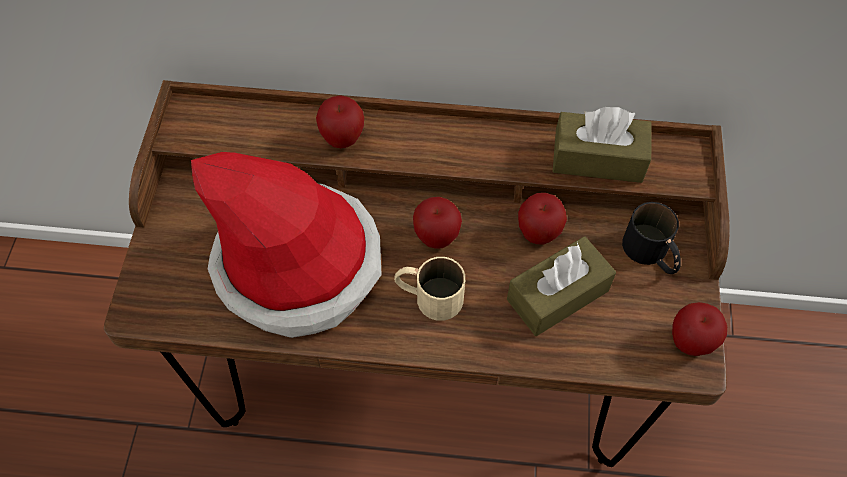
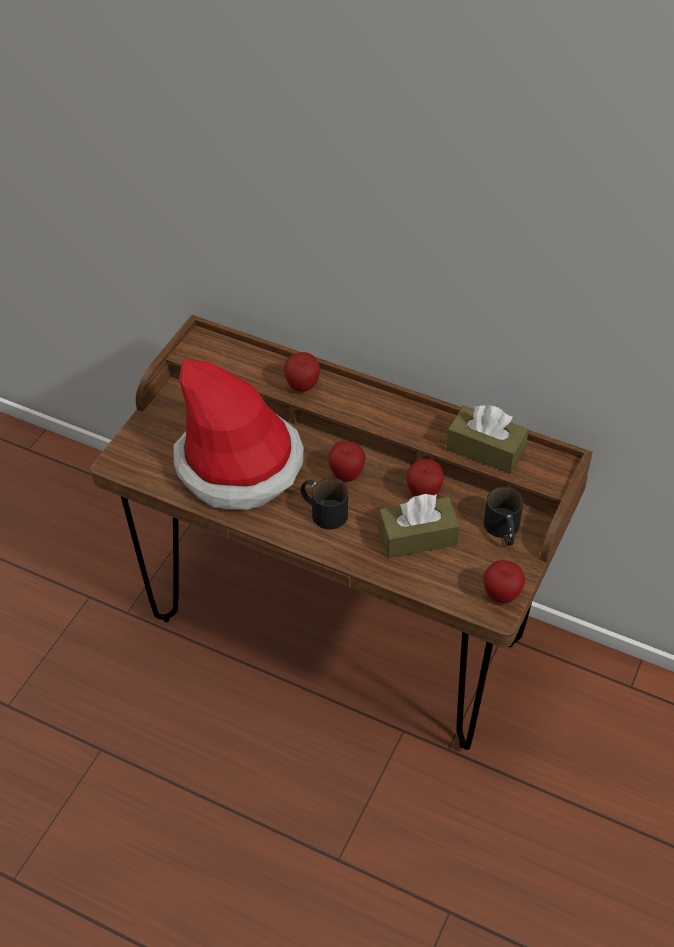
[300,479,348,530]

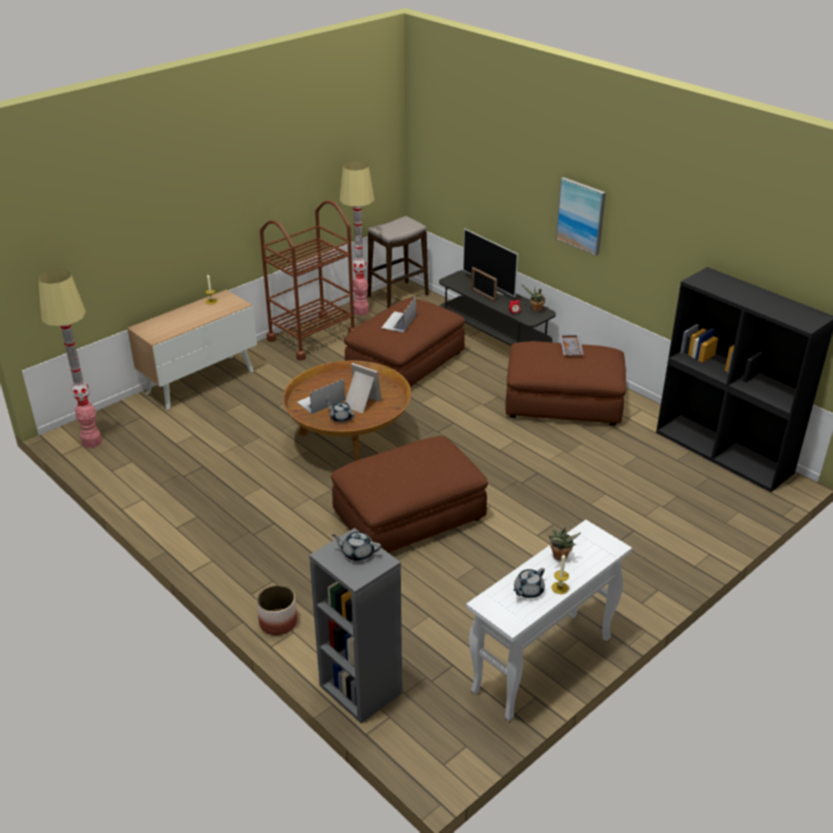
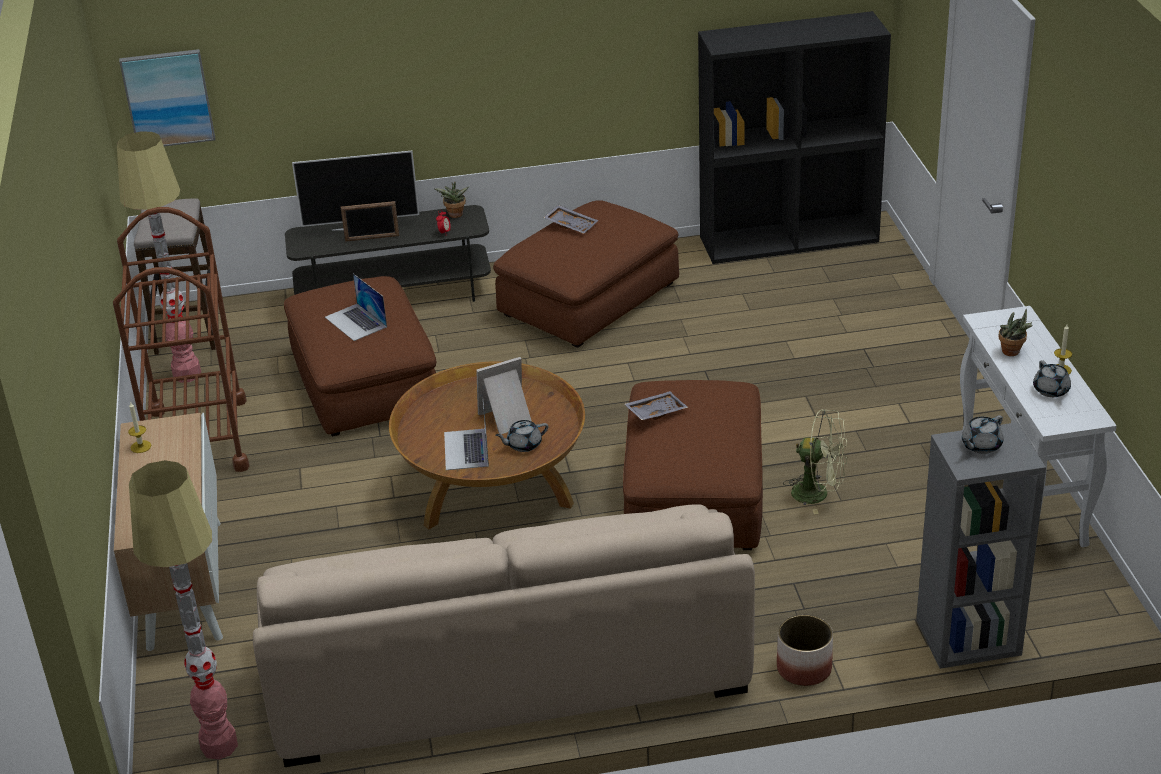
[253,504,755,767]
[624,391,688,420]
[783,409,847,514]
[119,49,215,146]

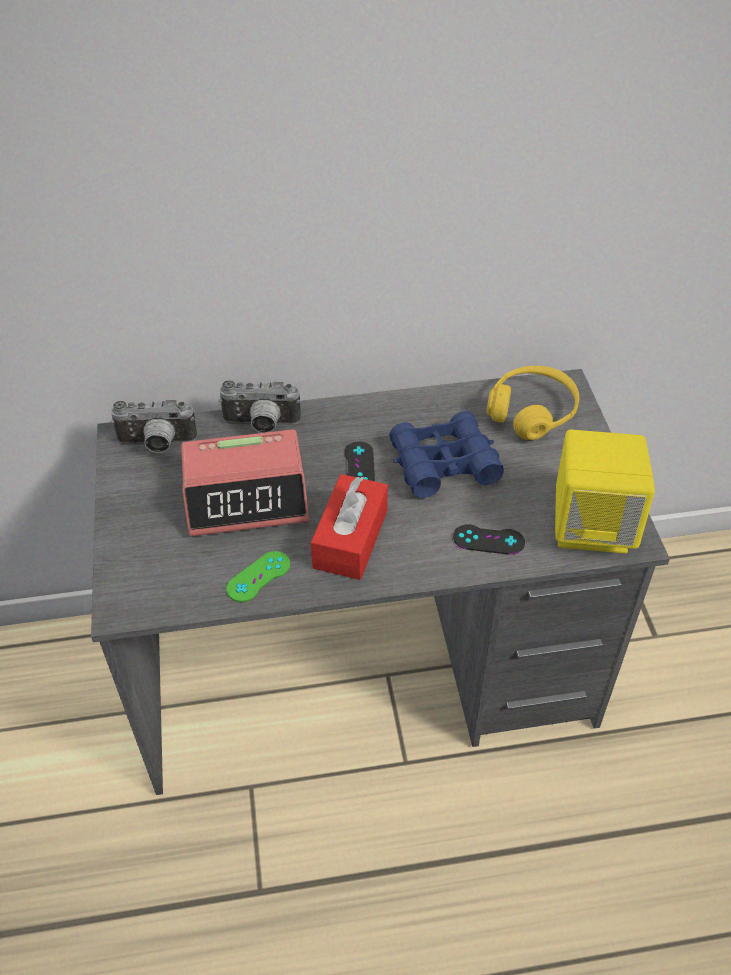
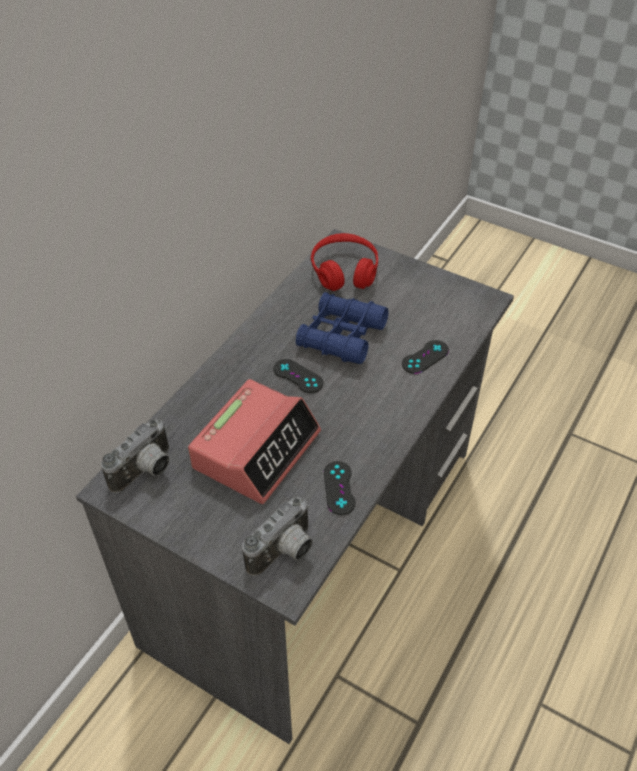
[311,474,388,580] (first image)
[555,430,655,553] (first image)
[242,497,313,576]
[324,461,356,515]
[311,233,378,291]

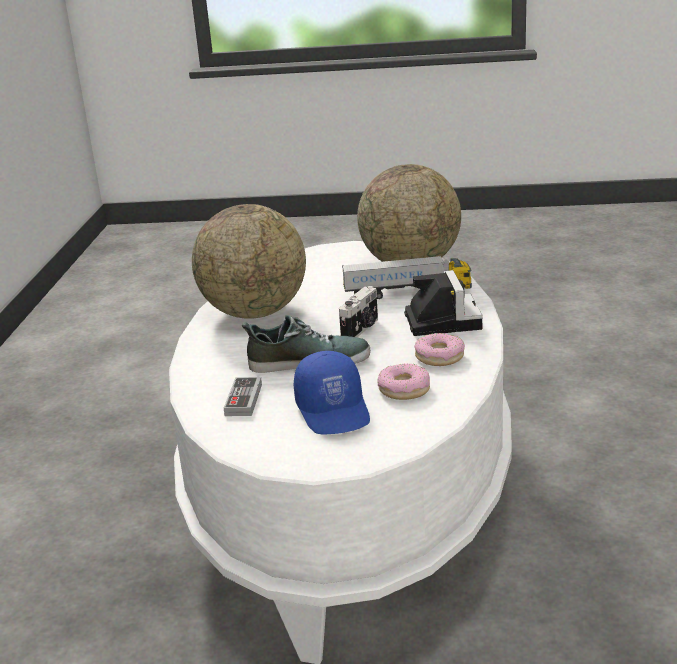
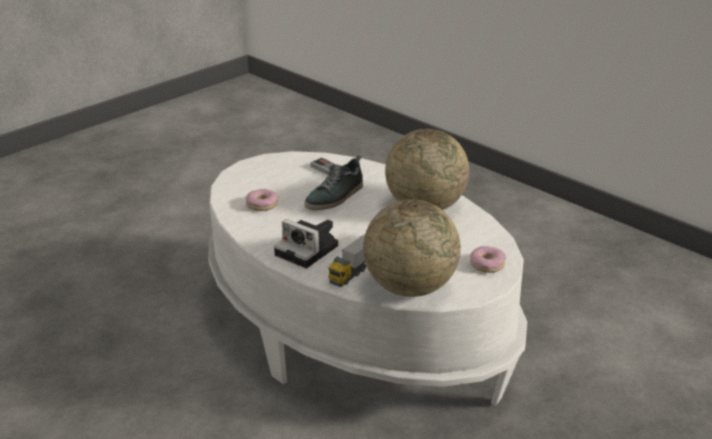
[294,351,370,435] (first image)
[339,286,378,337] (first image)
[470,246,506,273]

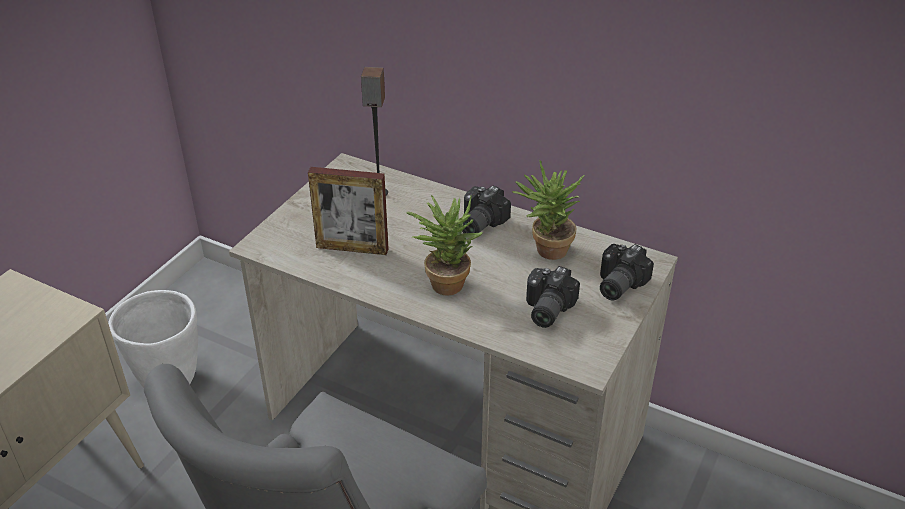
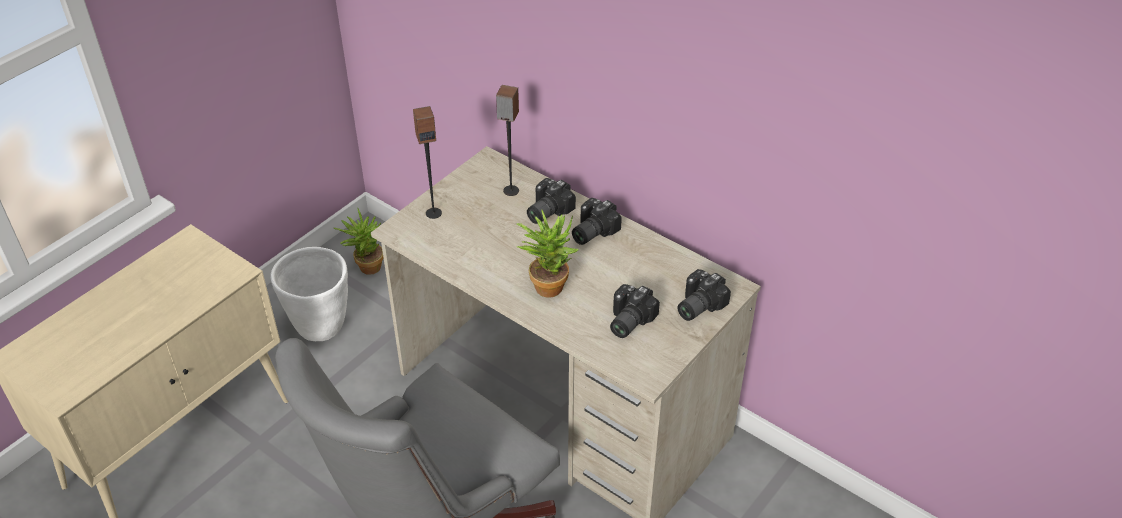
[308,167,389,255] (first image)
[413,106,442,219]
[527,178,576,224]
[334,208,383,275]

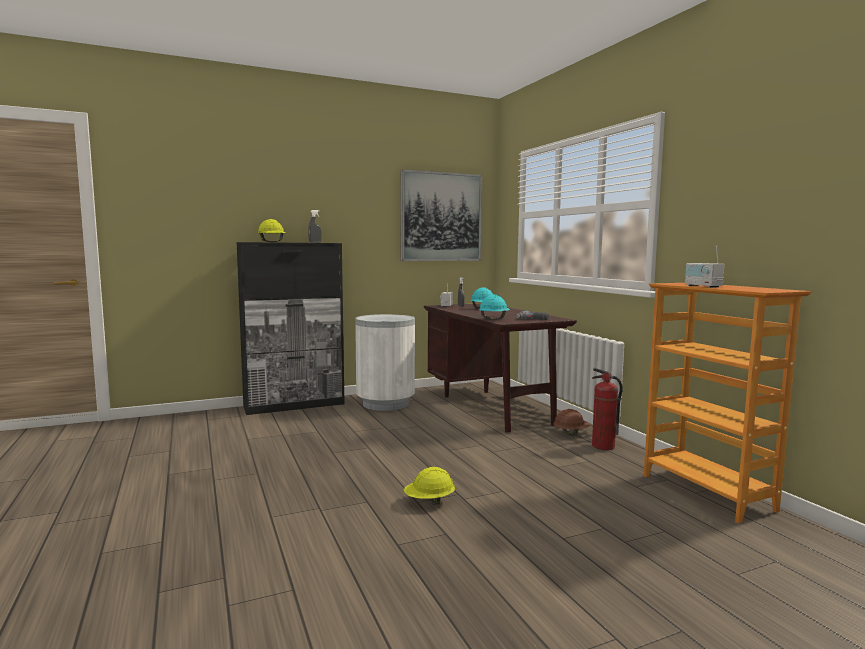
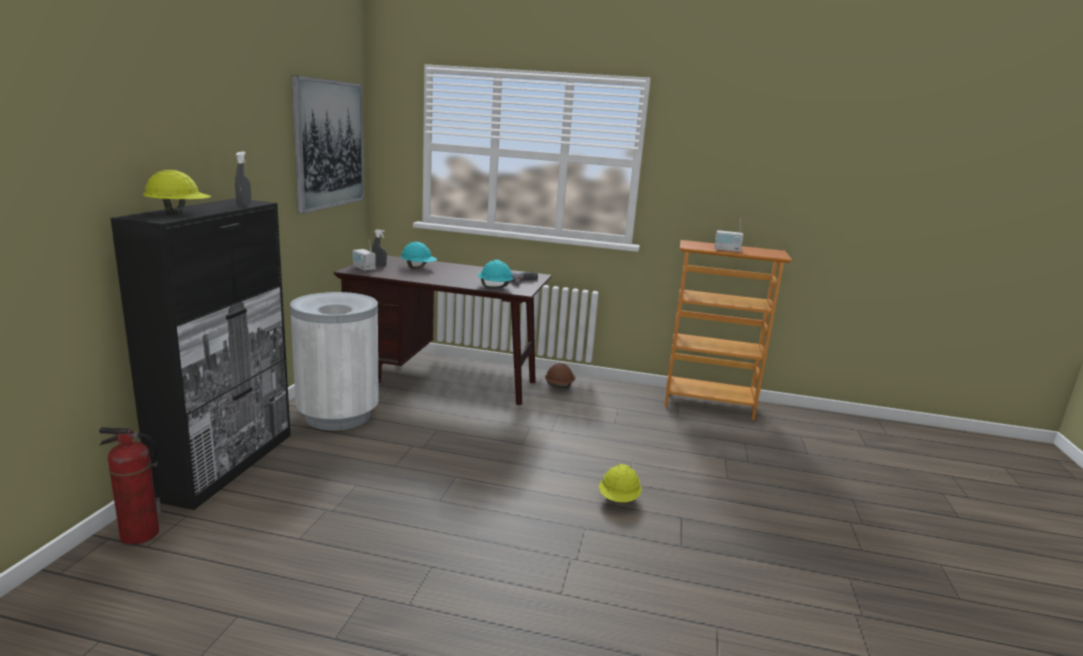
[99,427,162,545]

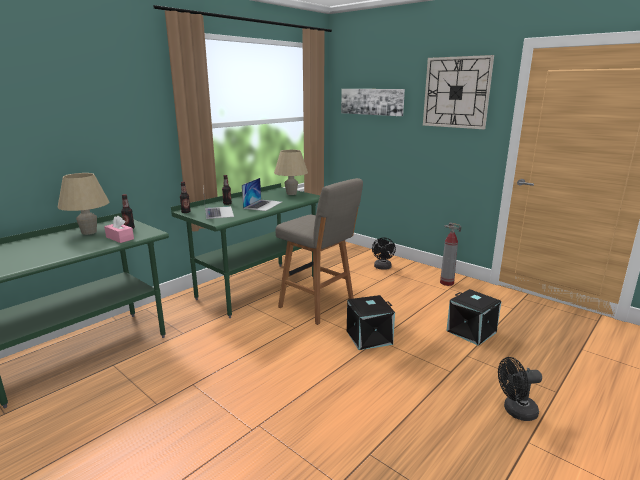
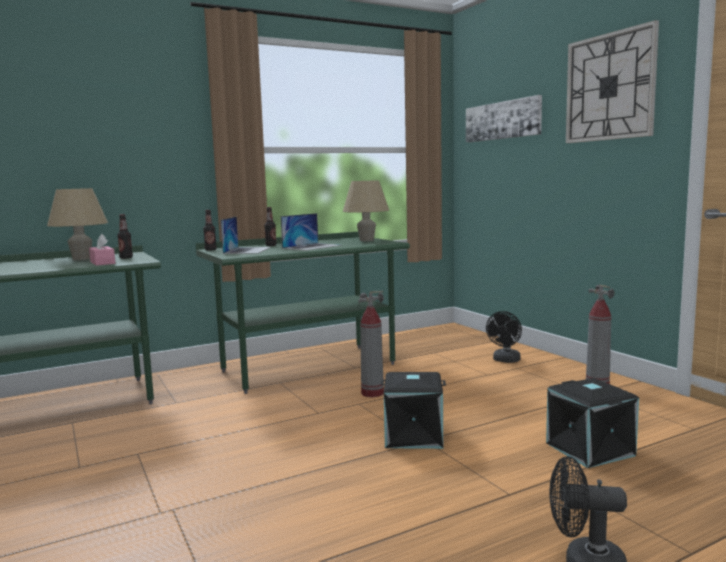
[358,291,384,397]

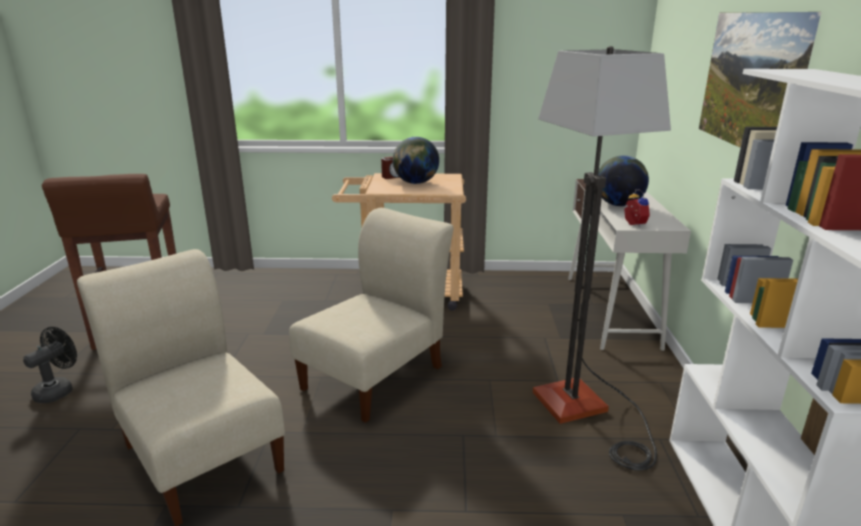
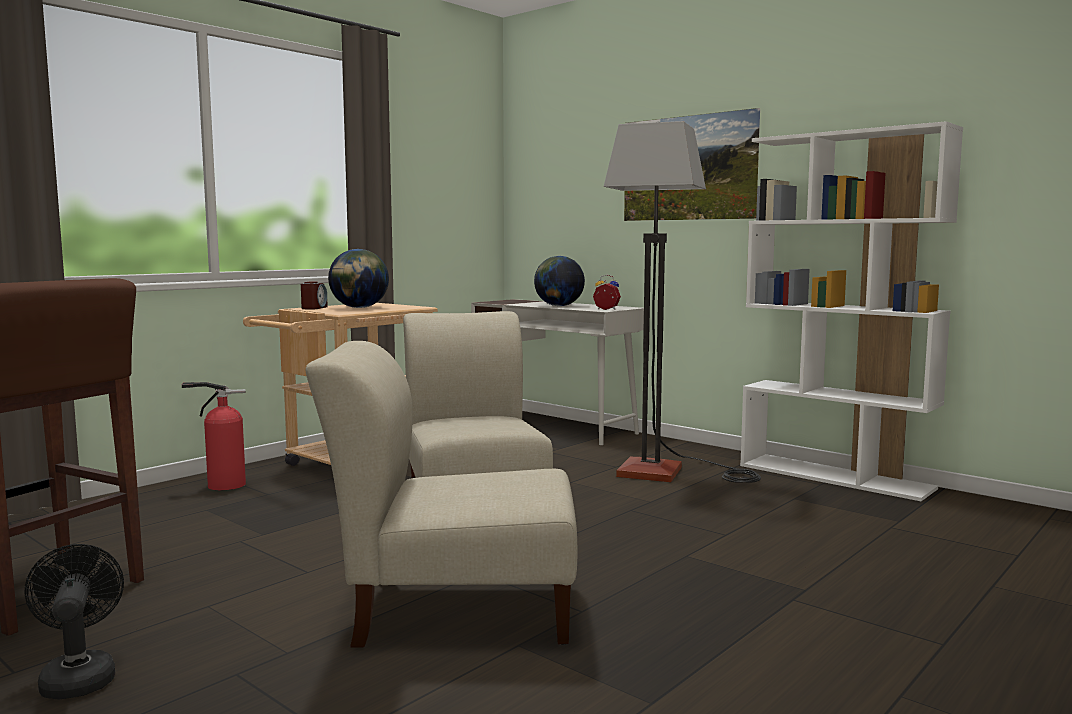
[182,382,246,490]

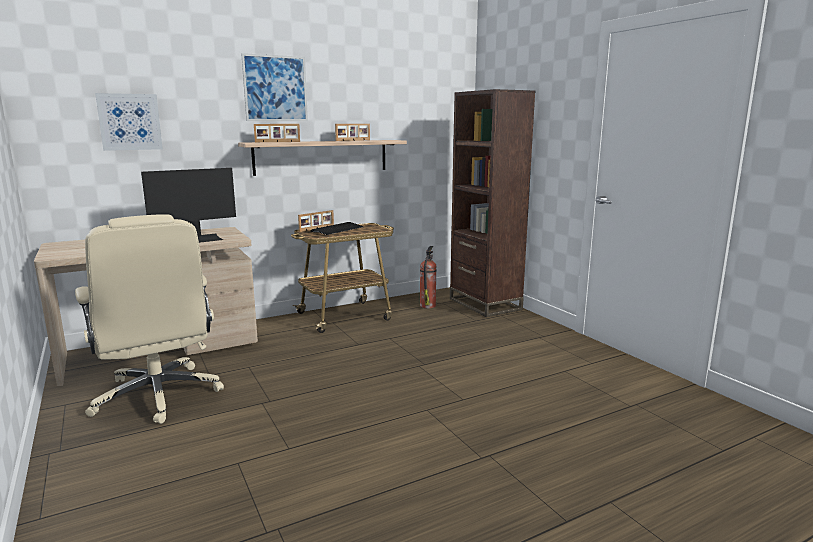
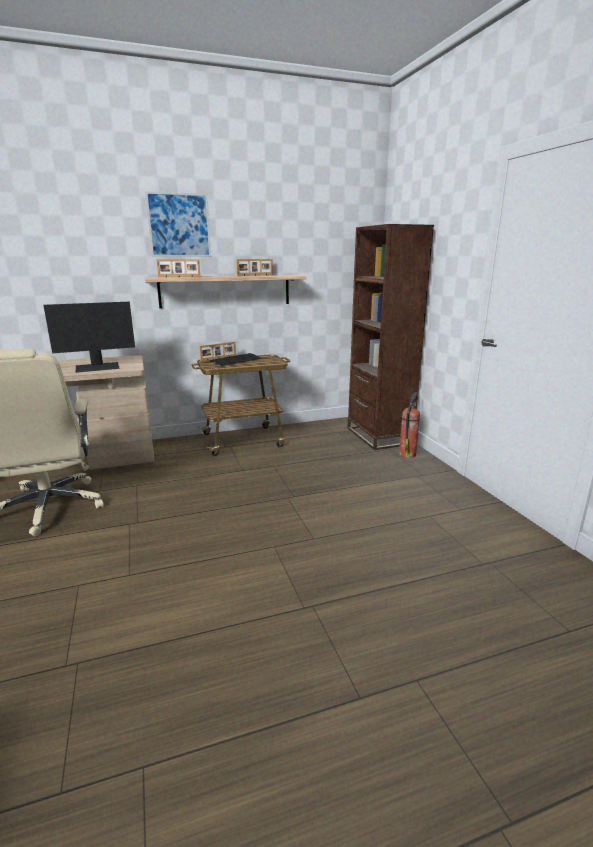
[95,93,163,151] (first image)
[399,392,420,458]

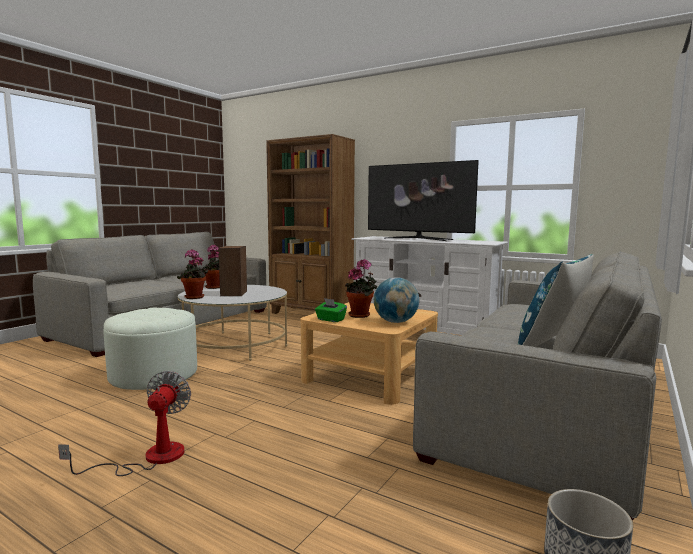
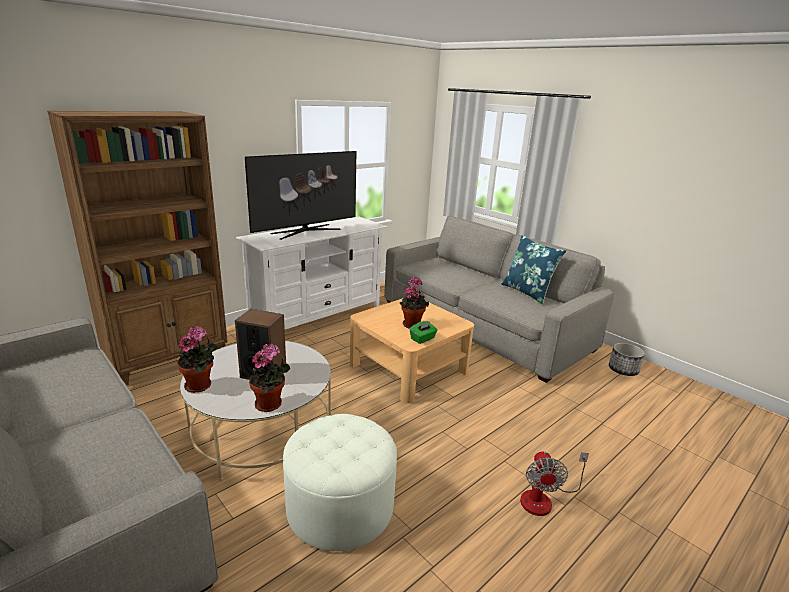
[374,277,419,323] (first image)
[520,452,589,516]

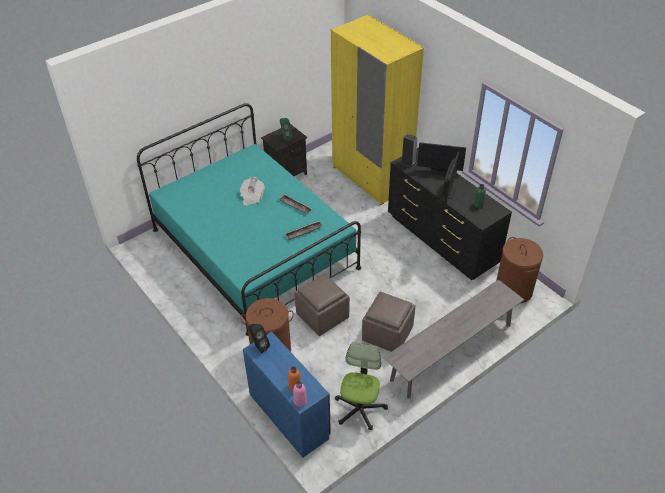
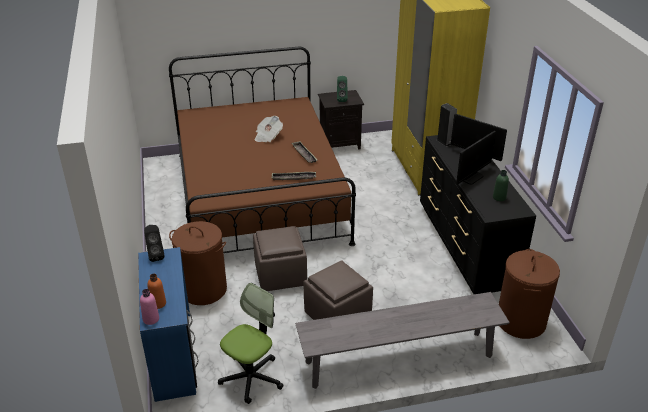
[169,47,356,253]

